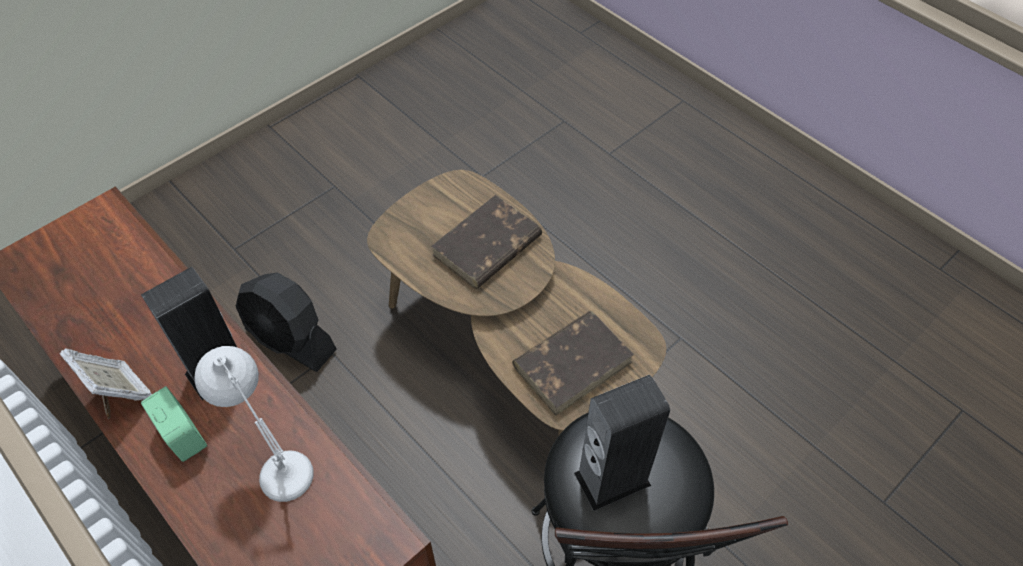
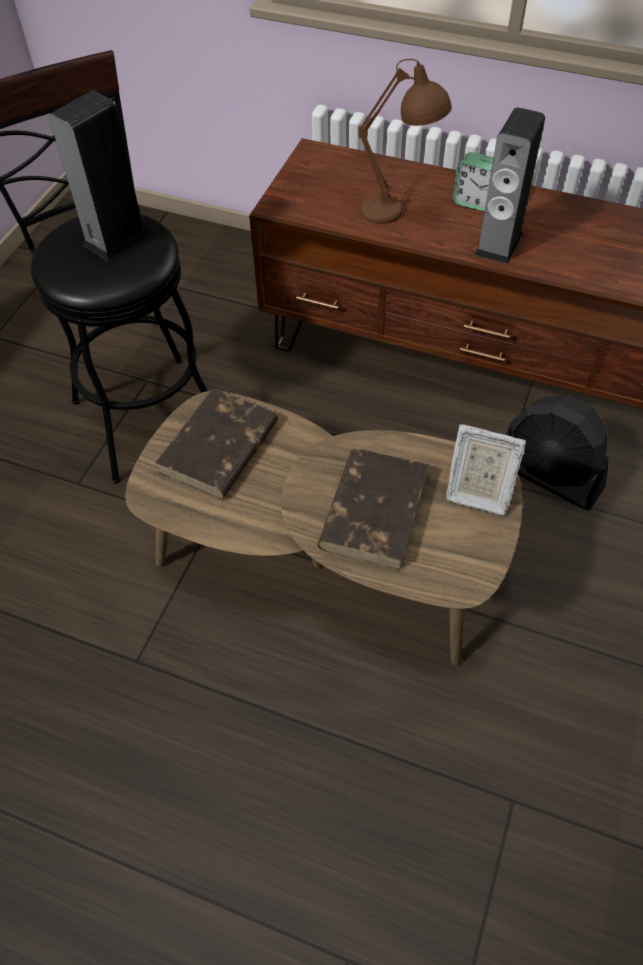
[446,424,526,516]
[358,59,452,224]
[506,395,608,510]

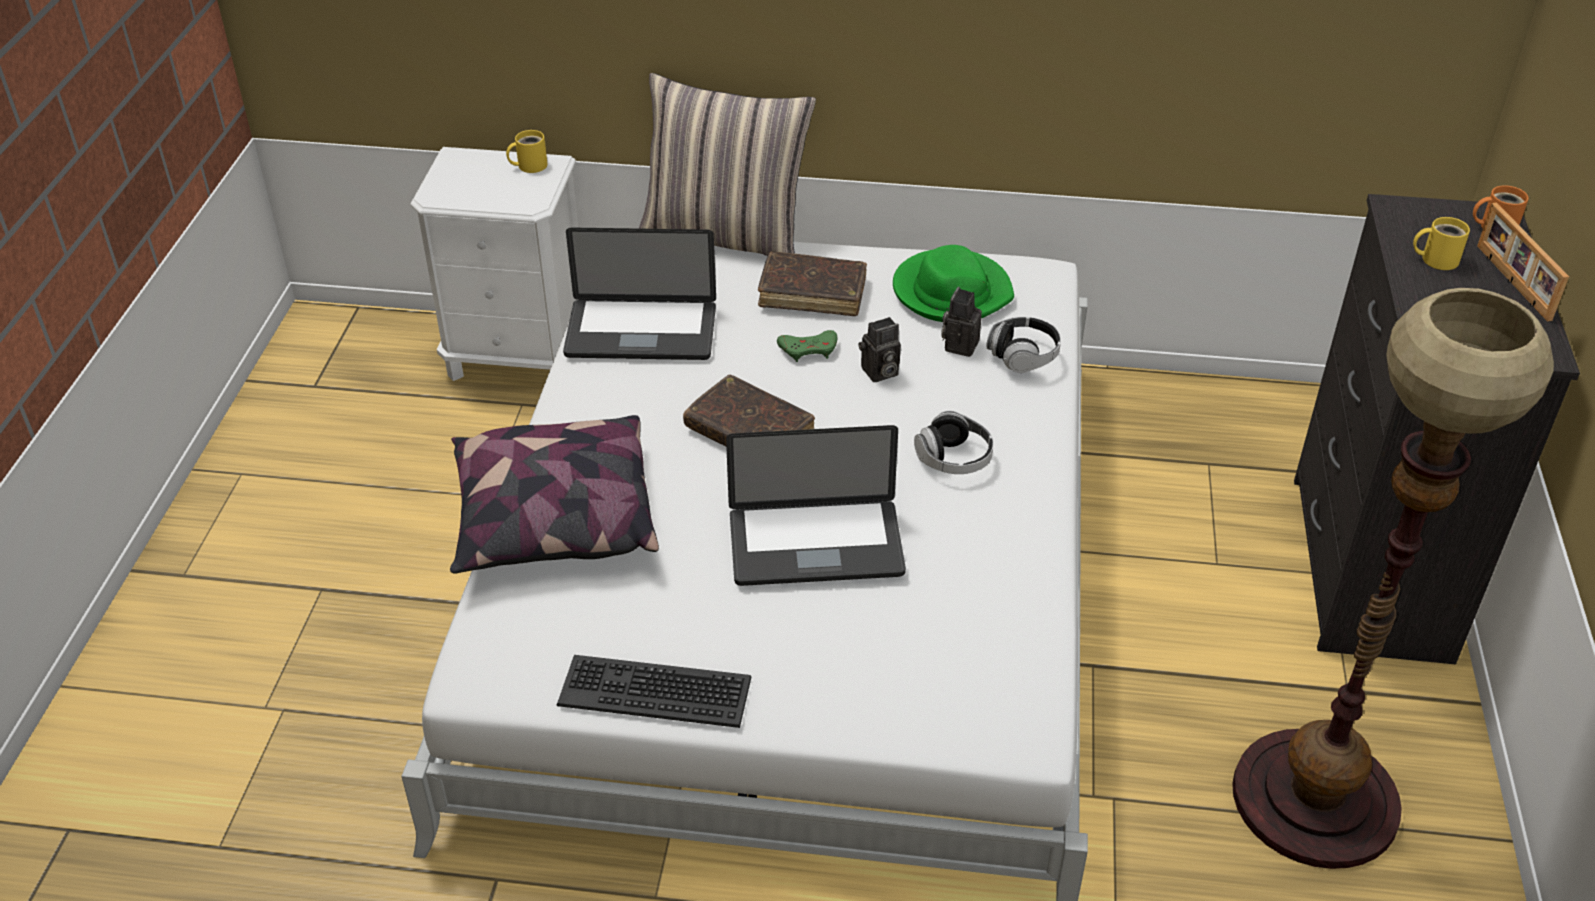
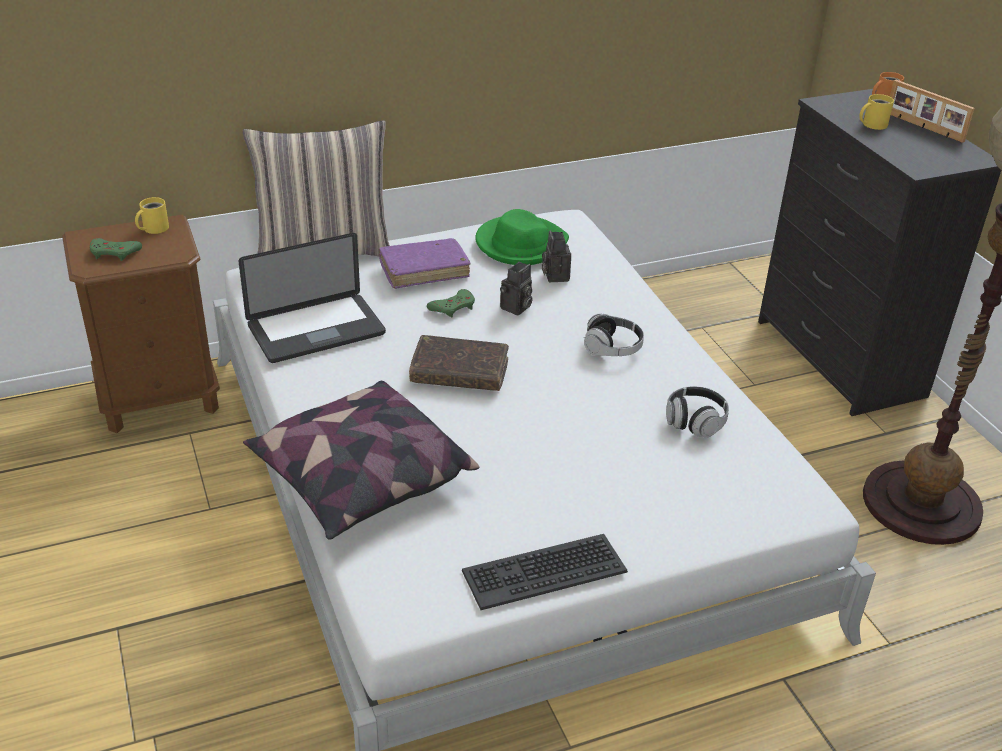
[726,425,906,586] (first image)
[90,238,142,261]
[666,386,729,438]
[62,215,220,433]
[379,238,471,289]

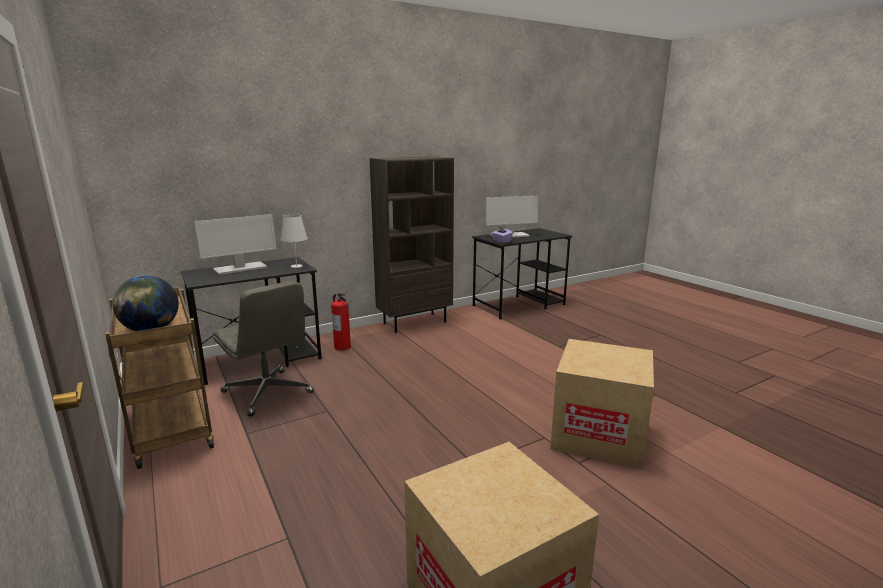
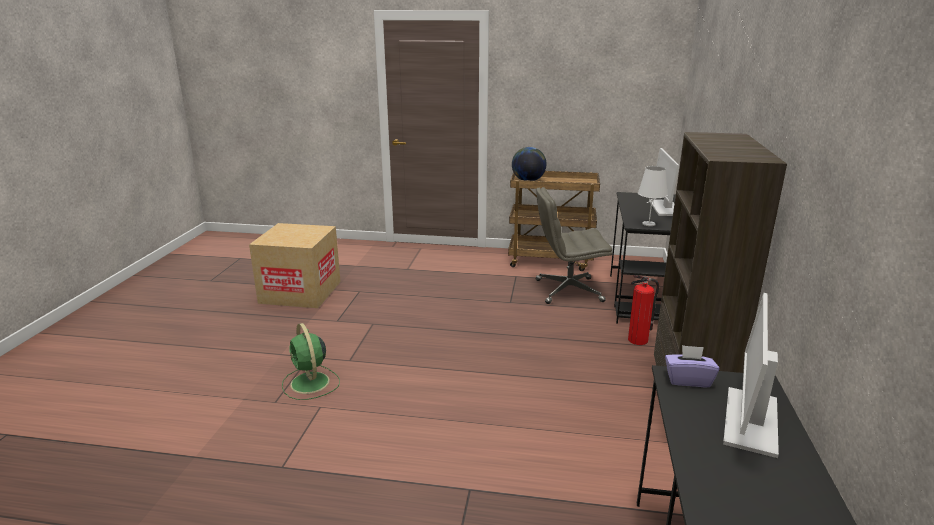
[282,323,340,400]

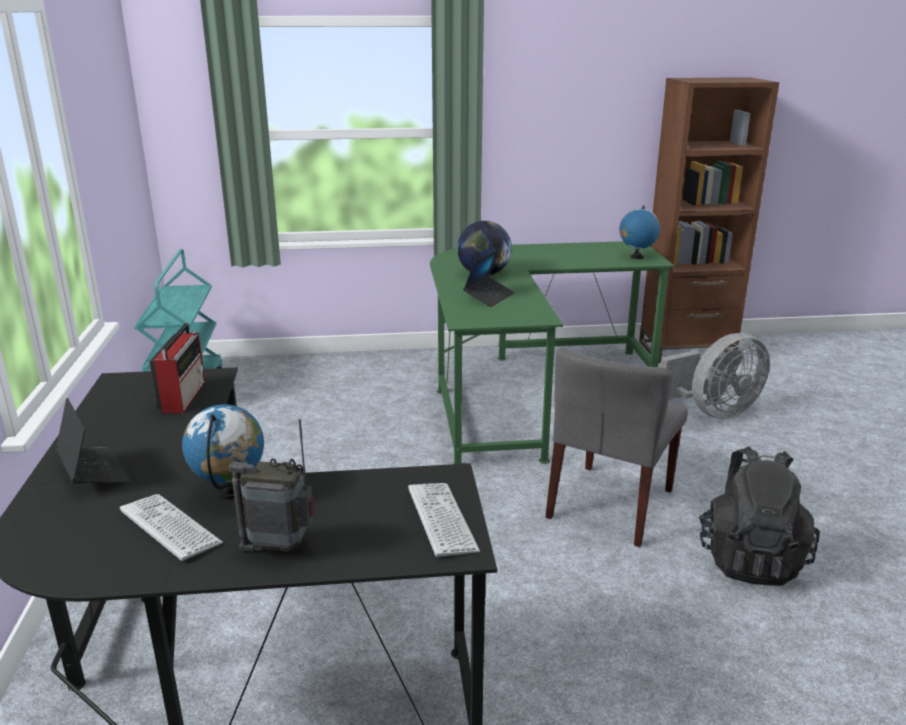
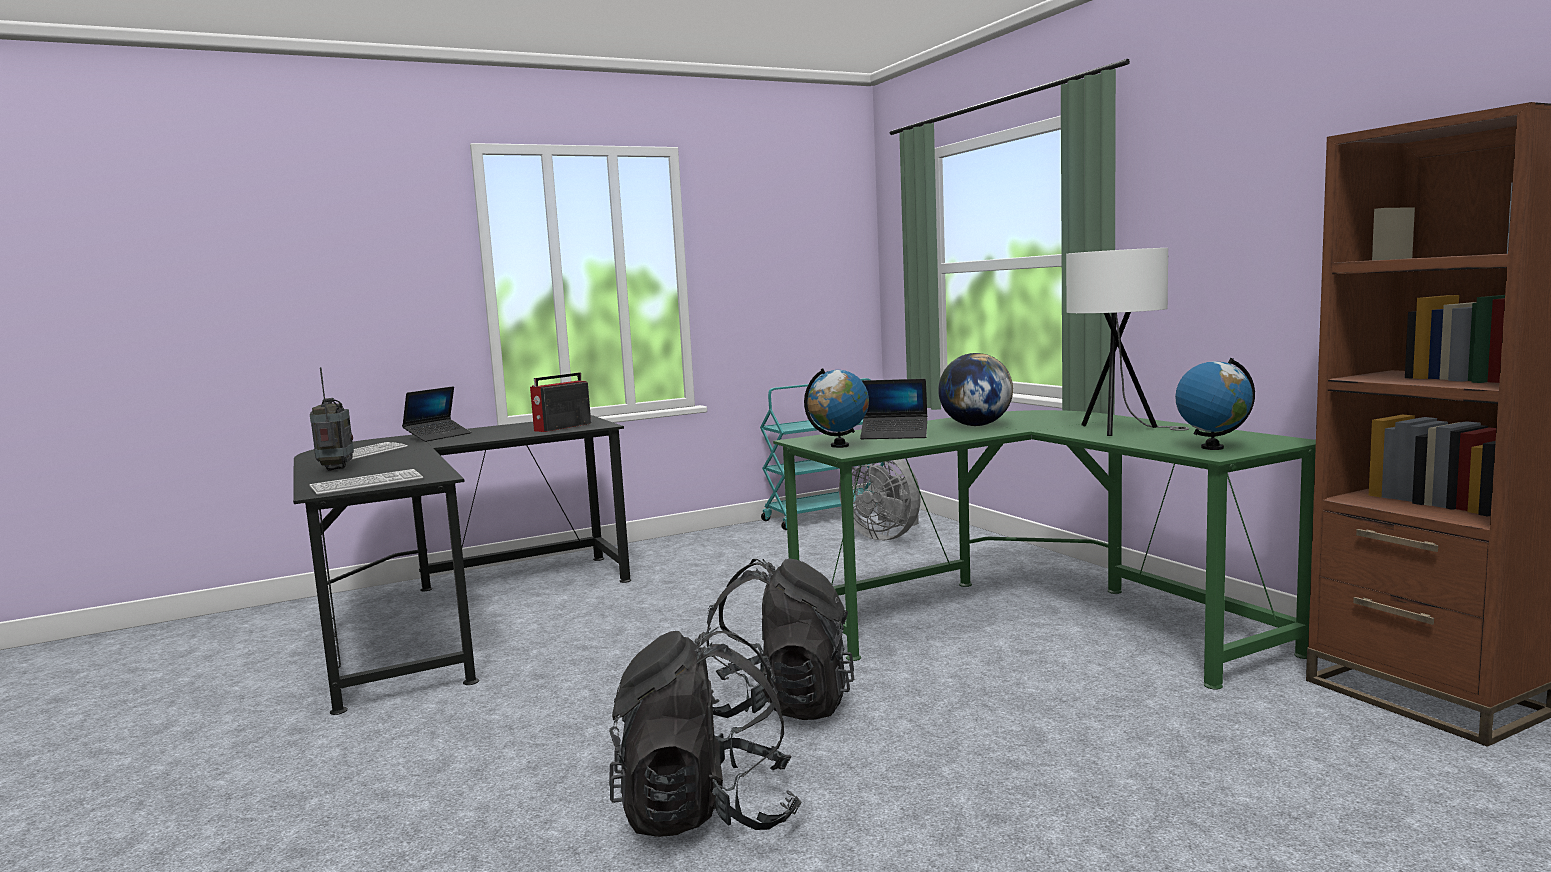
[1066,248,1189,436]
[804,368,869,448]
[839,459,921,540]
[706,558,854,720]
[530,373,591,432]

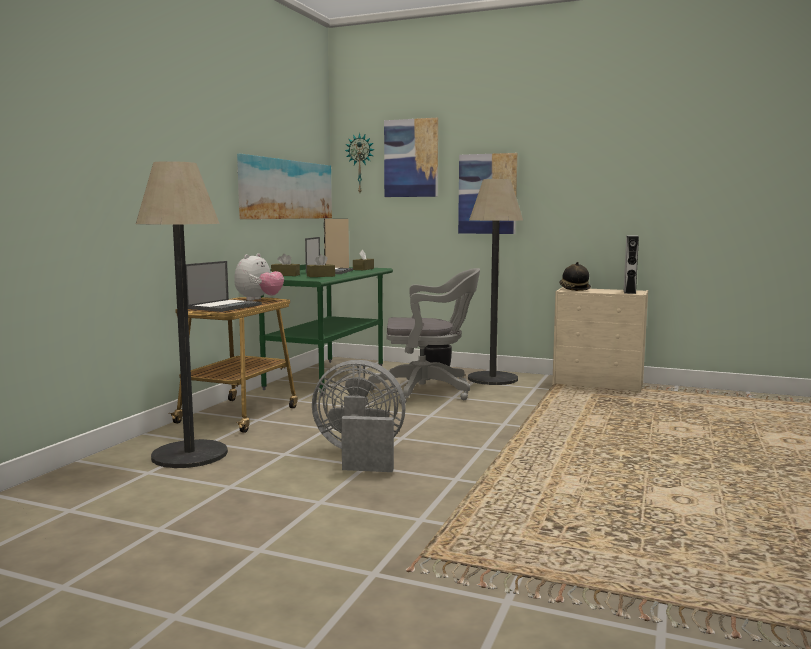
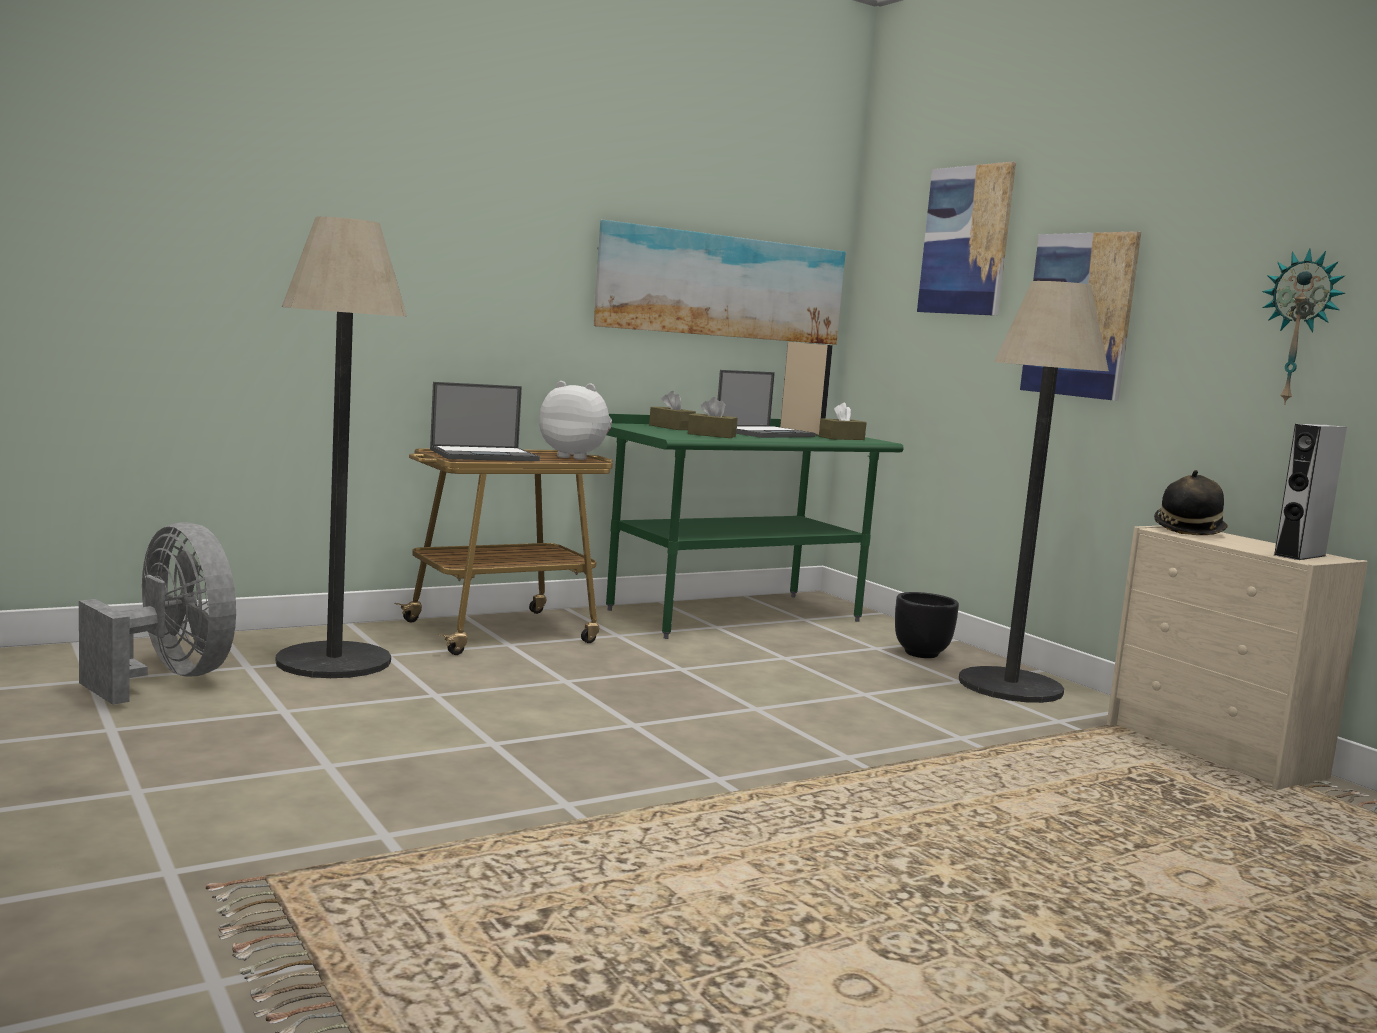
[368,268,480,404] (first image)
[79,522,236,705]
[1262,248,1345,405]
[539,381,612,460]

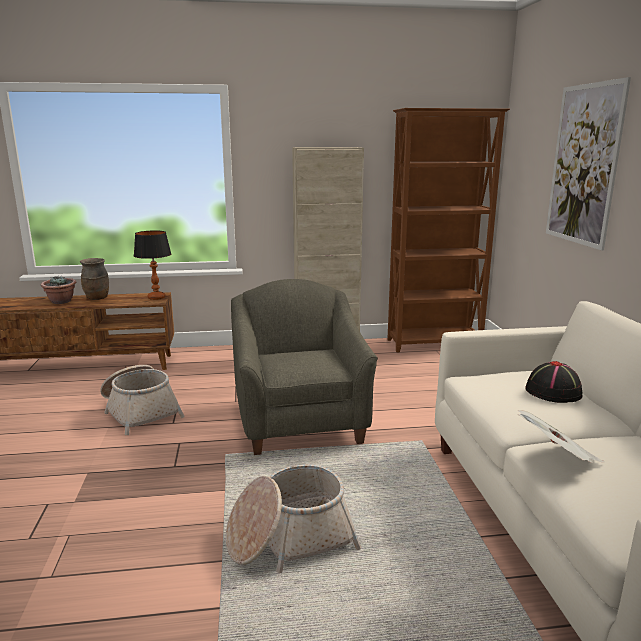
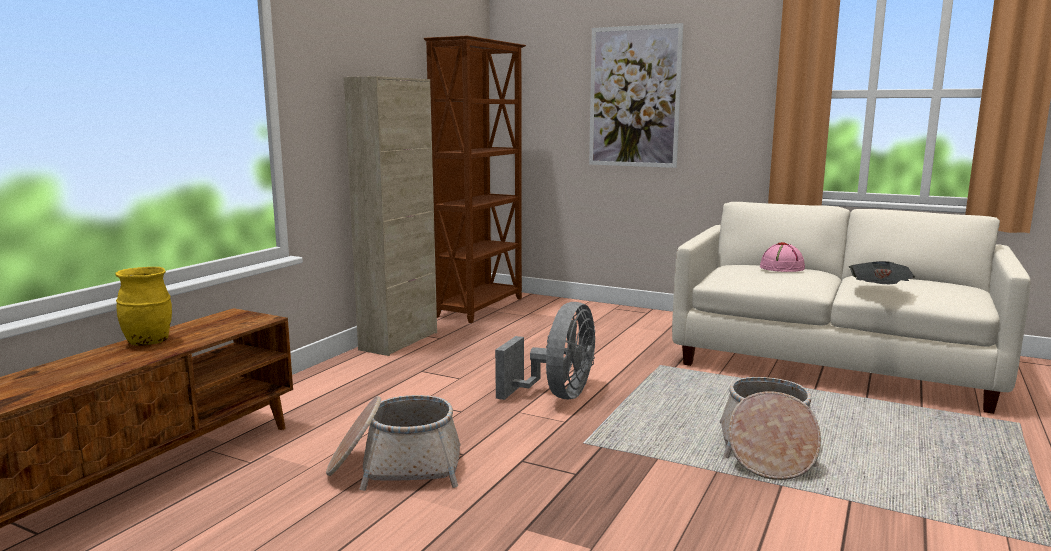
[41,276,76,304] (first image)
[134,230,171,300] (first image)
[495,302,595,400]
[115,267,172,346]
[760,242,805,272]

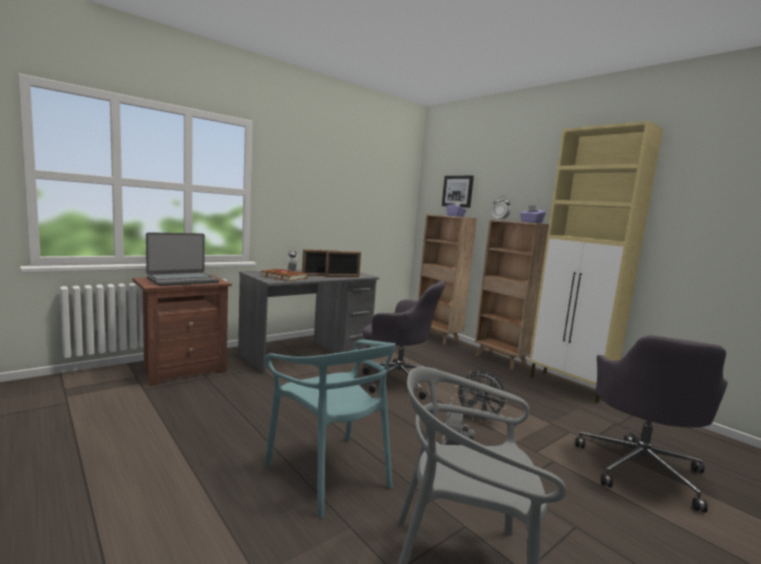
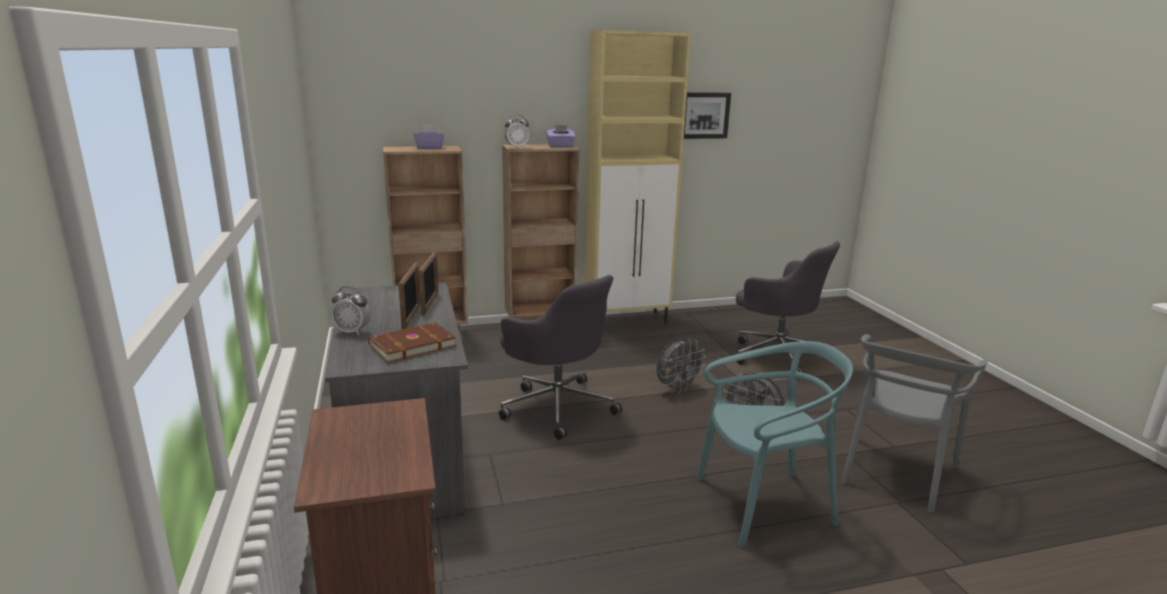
[146,232,219,286] (first image)
[684,92,731,139]
[499,275,622,440]

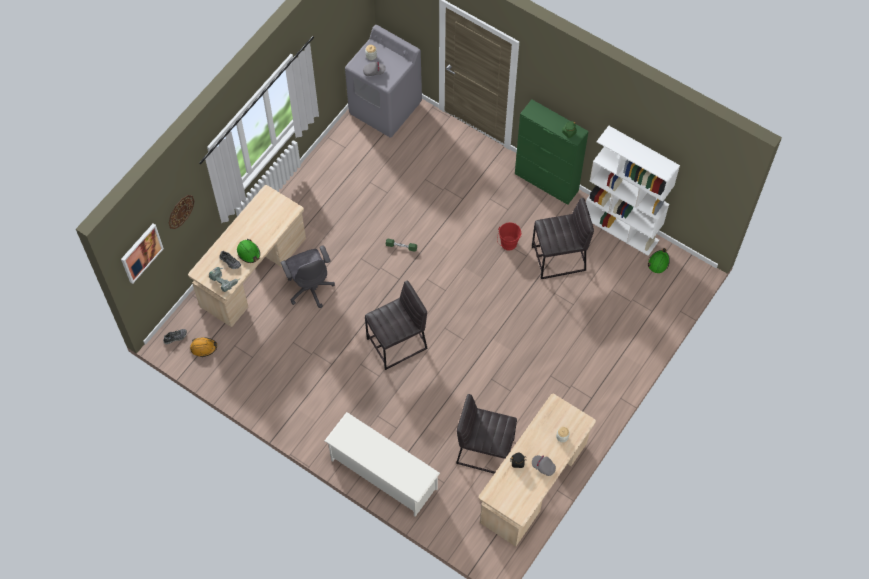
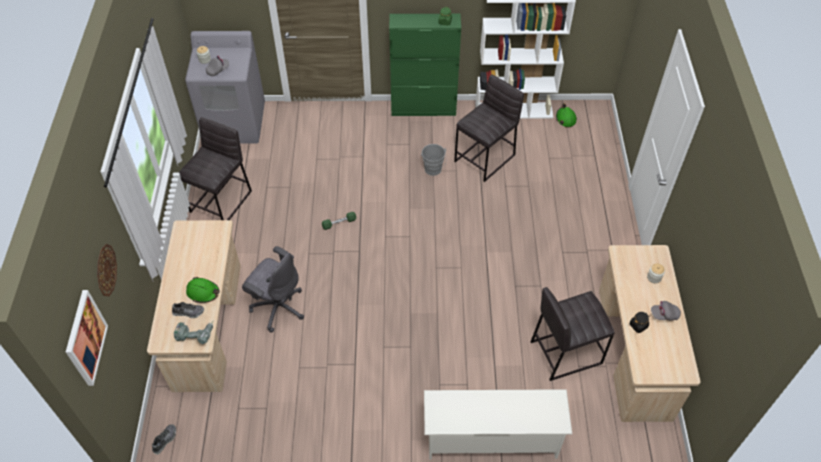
[190,337,217,357] (first image)
[178,117,252,220]
[421,144,446,176]

